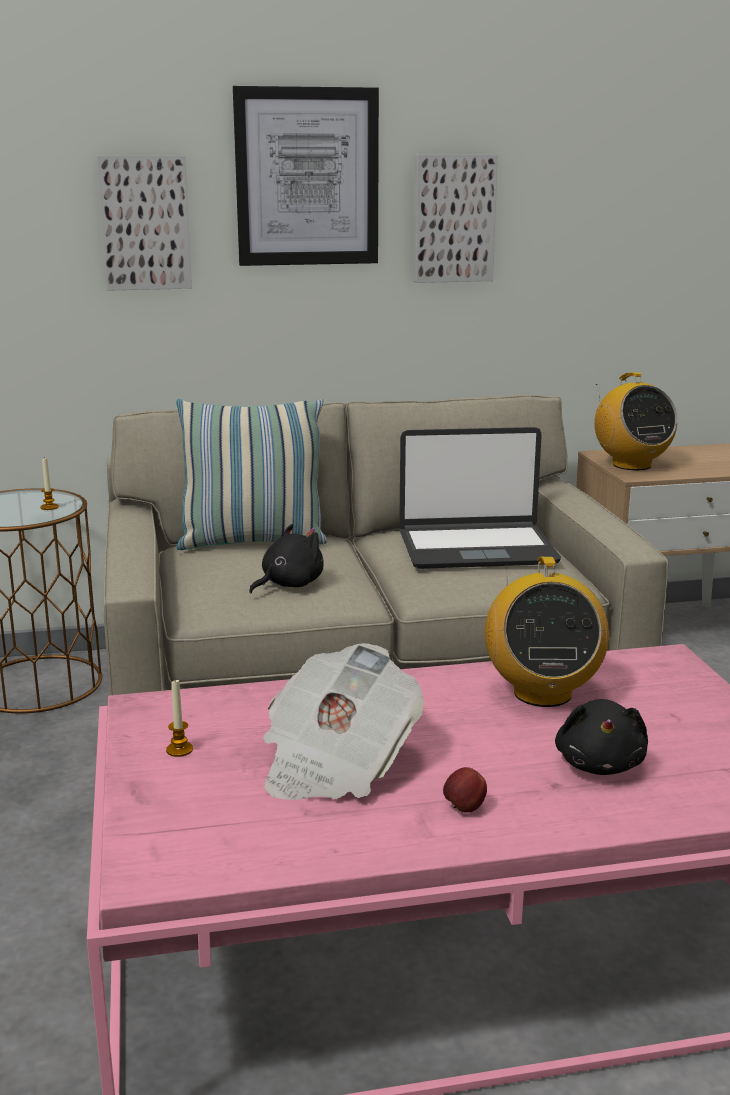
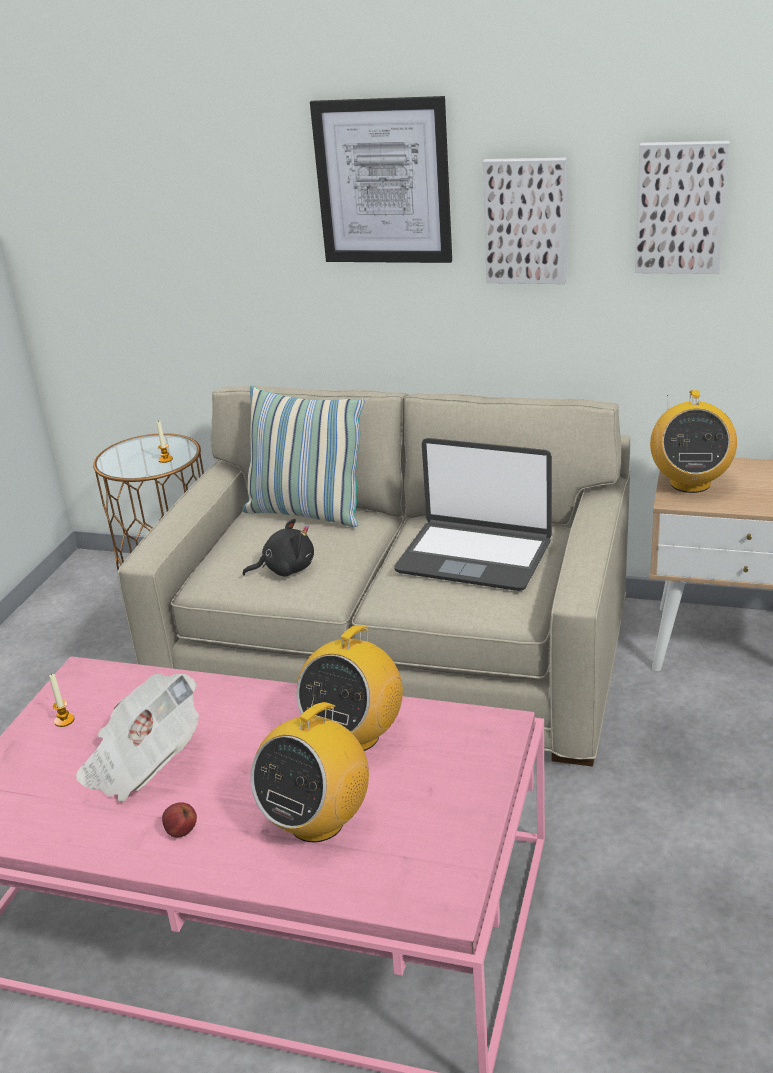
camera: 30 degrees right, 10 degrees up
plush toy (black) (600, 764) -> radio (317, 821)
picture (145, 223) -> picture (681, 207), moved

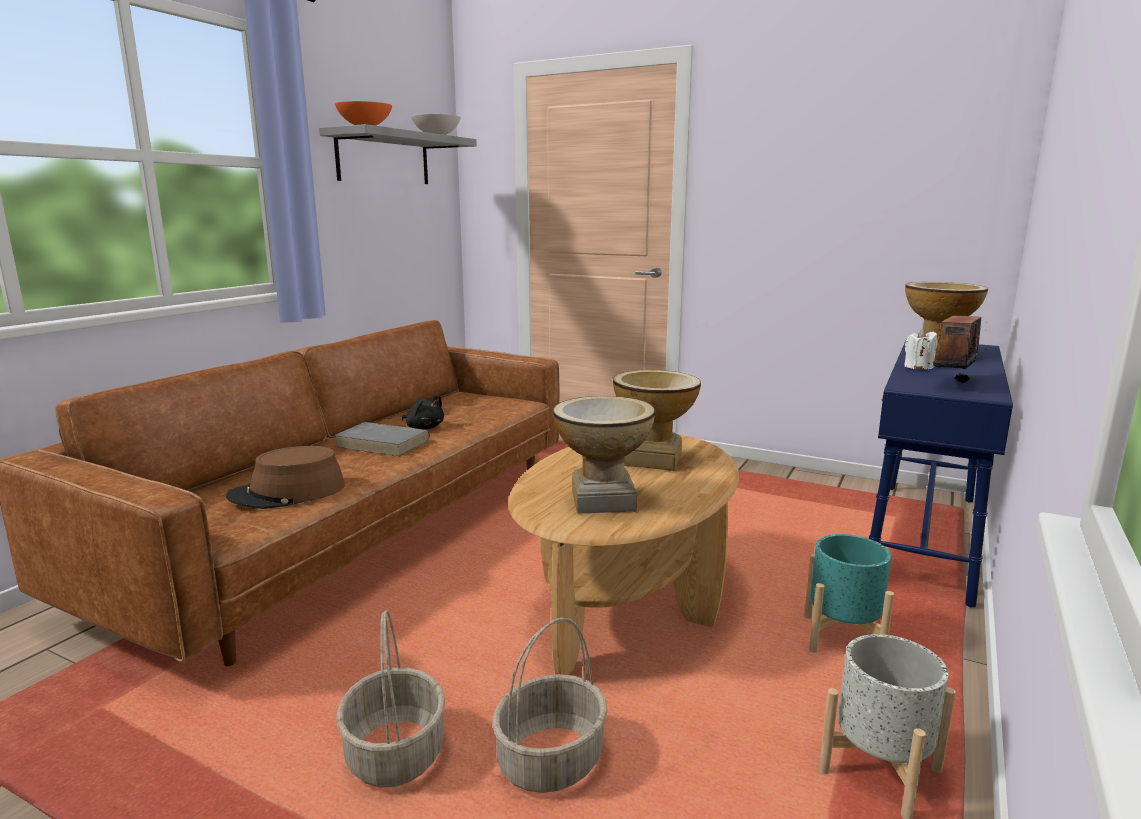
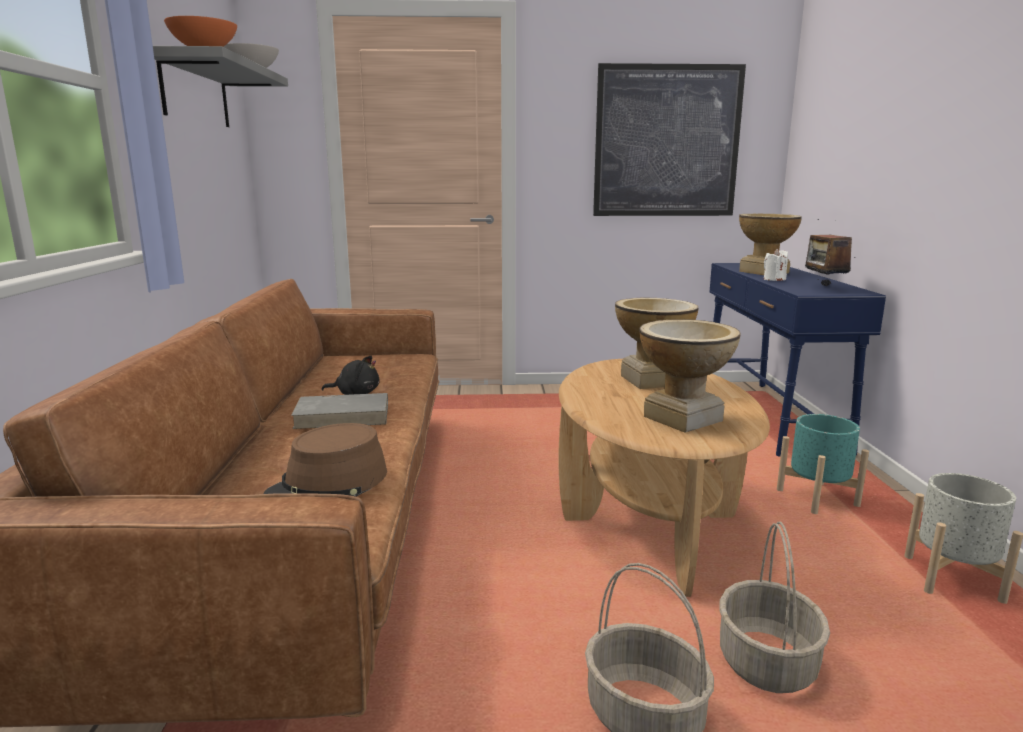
camera: 30 degrees left, 0 degrees up
none -> picture (666, 142)

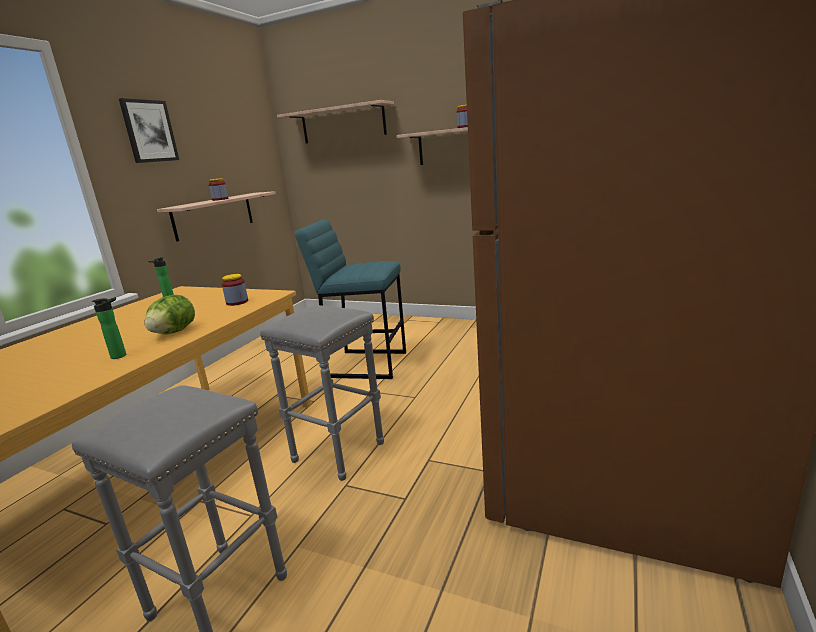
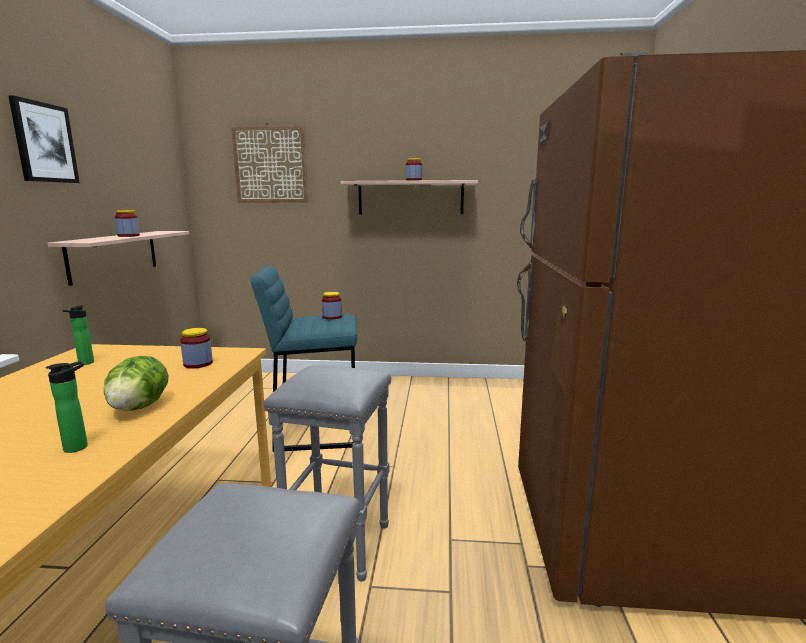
camera: 20 degrees left, 5 degrees down
shelf (343, 124) -> picture (270, 163)
none -> jar (332, 317)

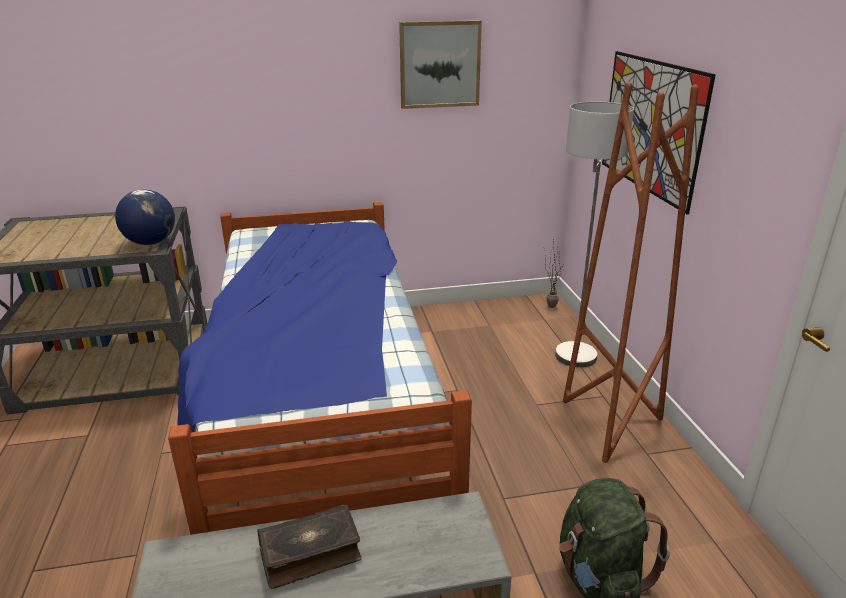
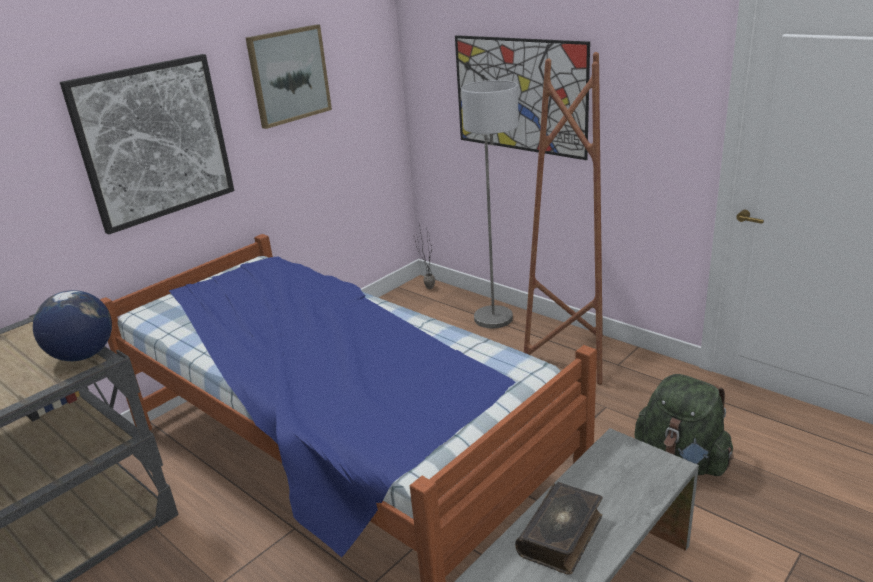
camera: 35 degrees left, 0 degrees up
none -> picture (154, 141)

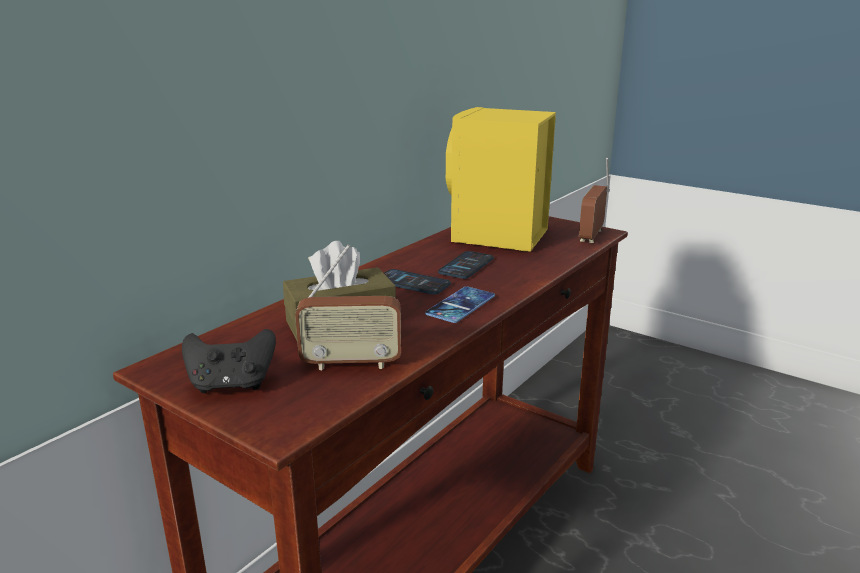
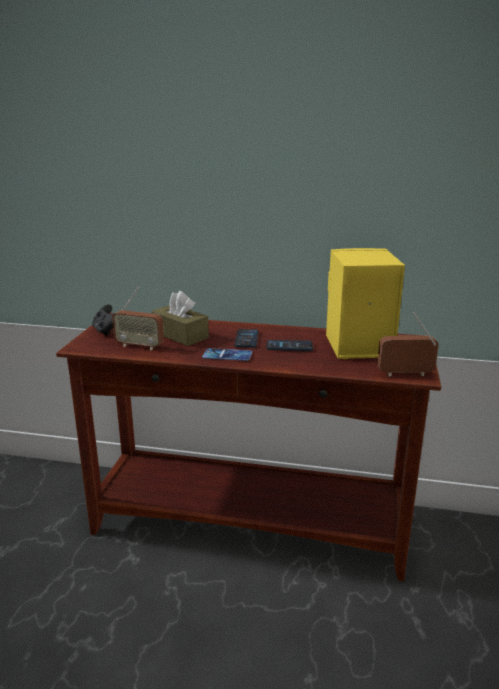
camera: 65 degrees right, 0 degrees up
radio (351, 363) -> radio (139, 346), 45 degrees counterclockwise

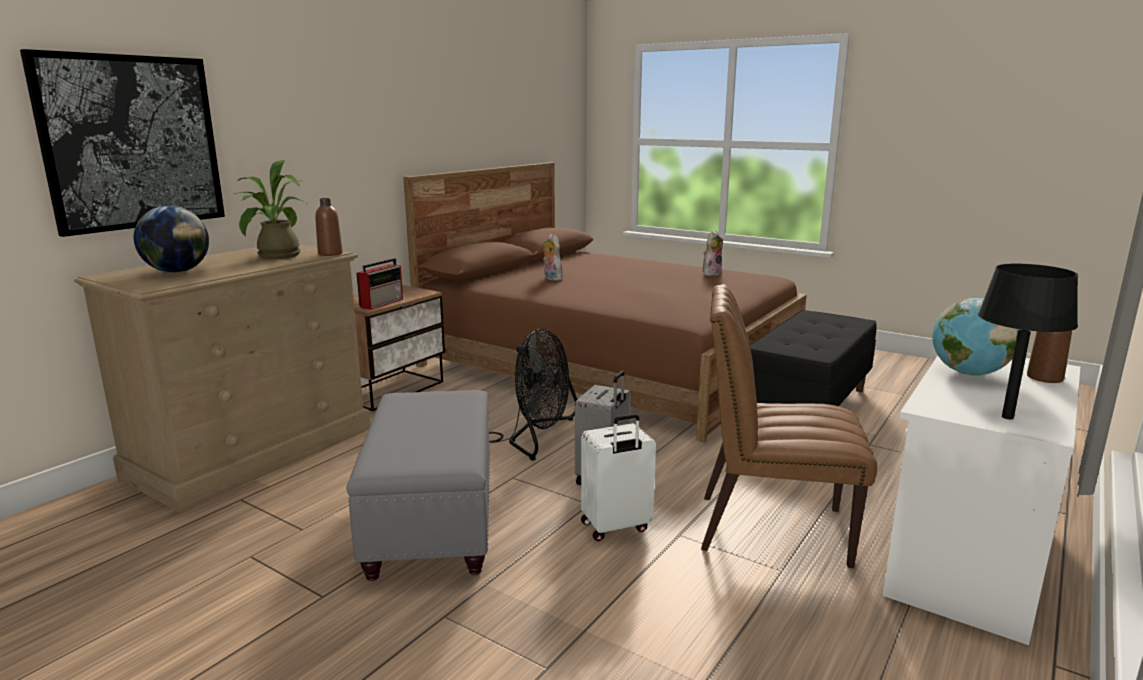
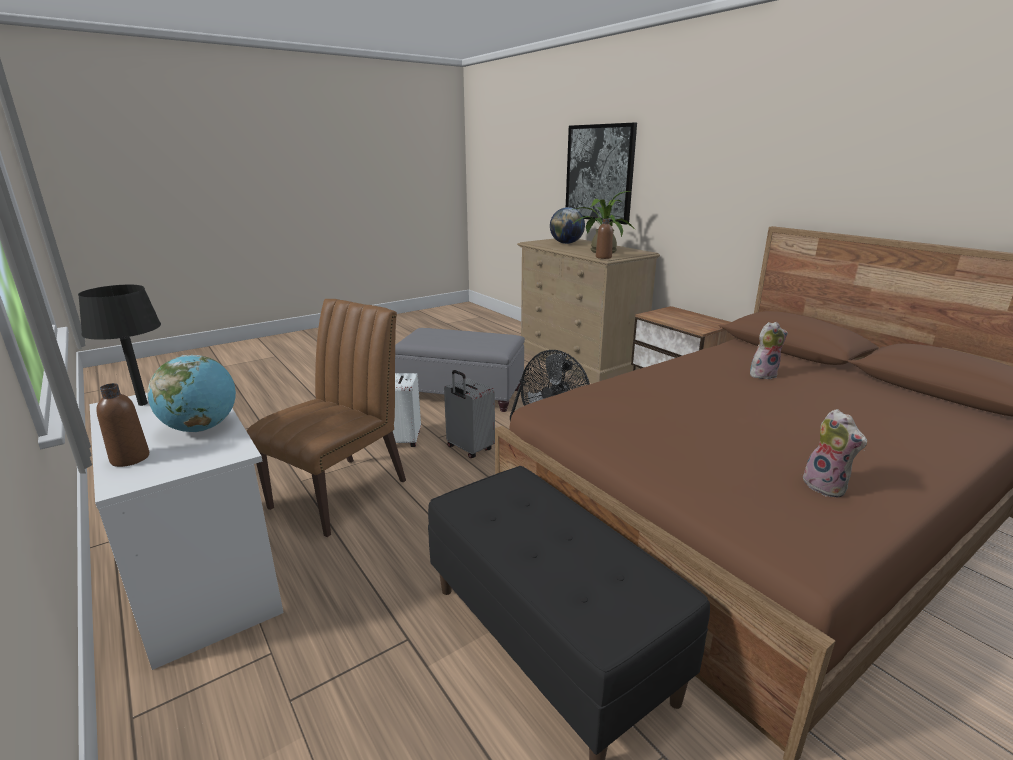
camera: 110 degrees right, 5 degrees up
radio (382, 303) -> none

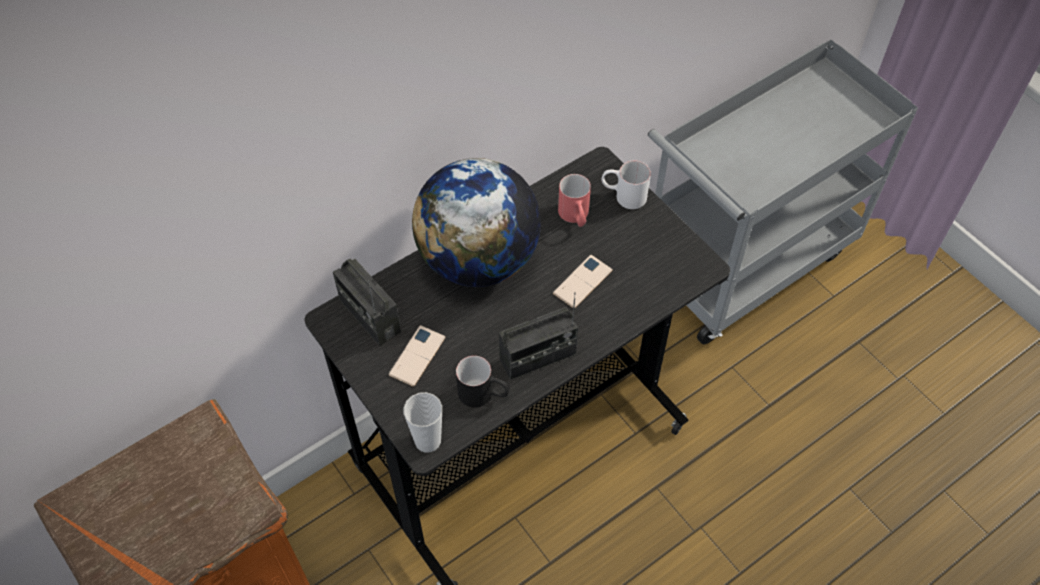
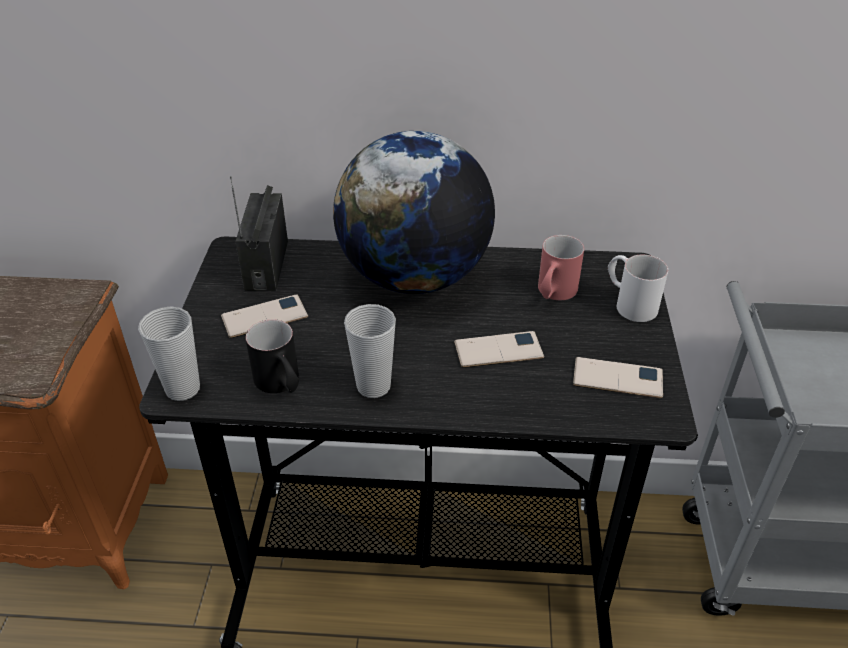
camera: 40 degrees right, 15 degrees down
radio (538, 357) -> cup (373, 386)
none -> phone (617, 378)

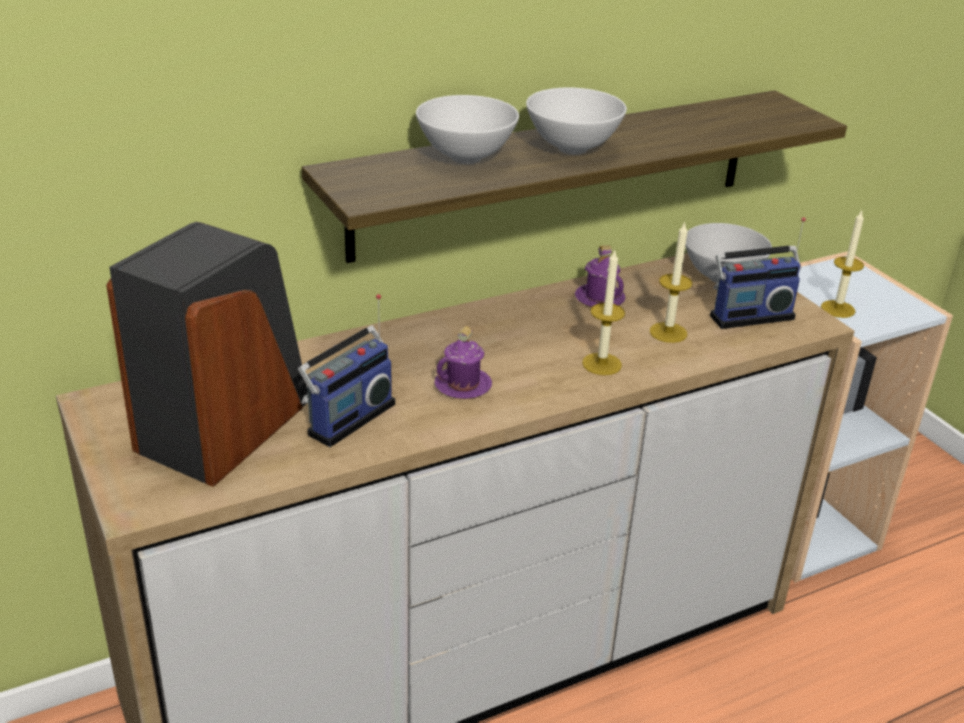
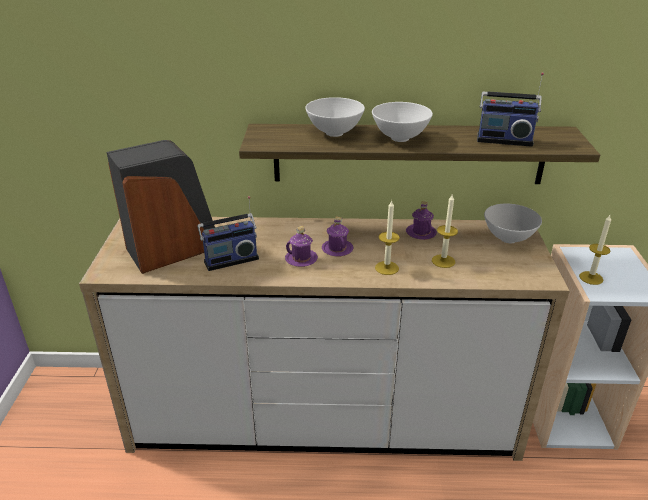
camera: 30 degrees right, 0 degrees up
none -> mug (purple) (337, 249)
radio (749, 315) -> radio (504, 139), moved

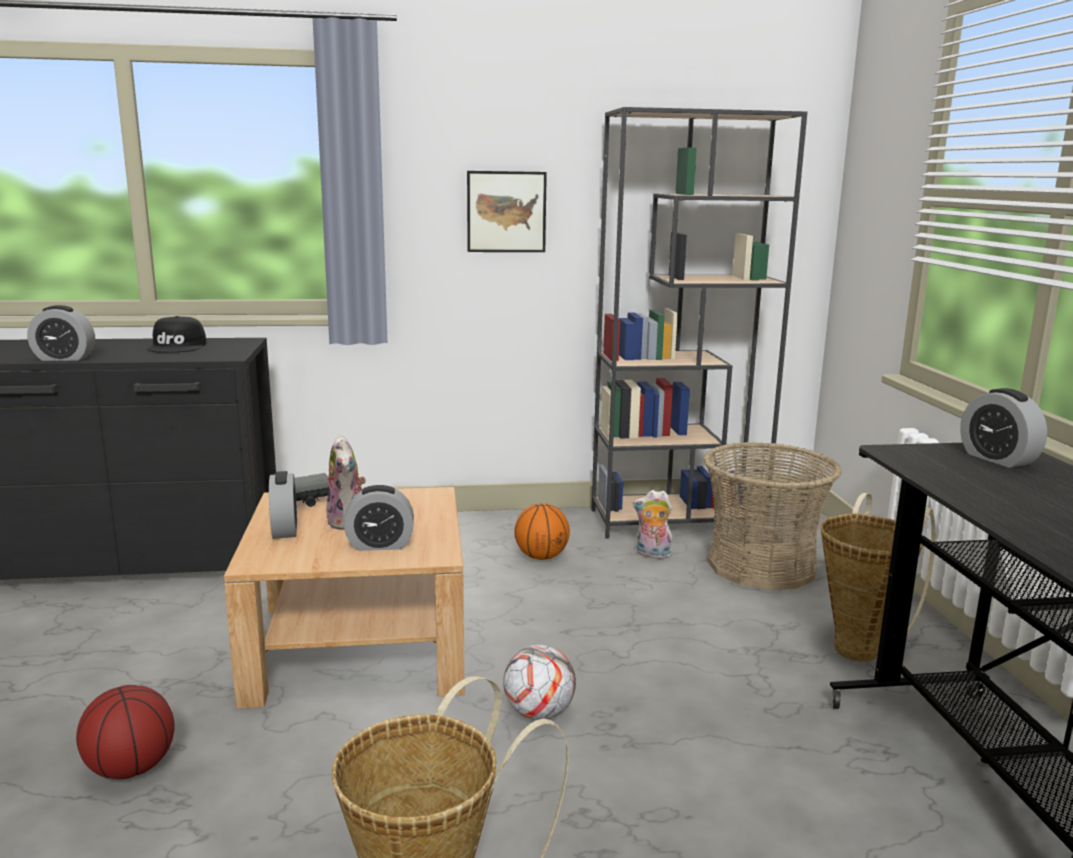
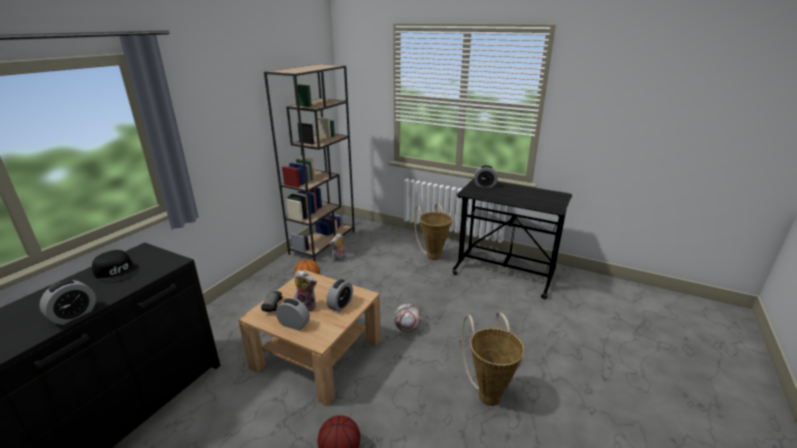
camera: 55 degrees left, 10 degrees up
picture (506, 212) -> none
basket (762, 566) -> none

